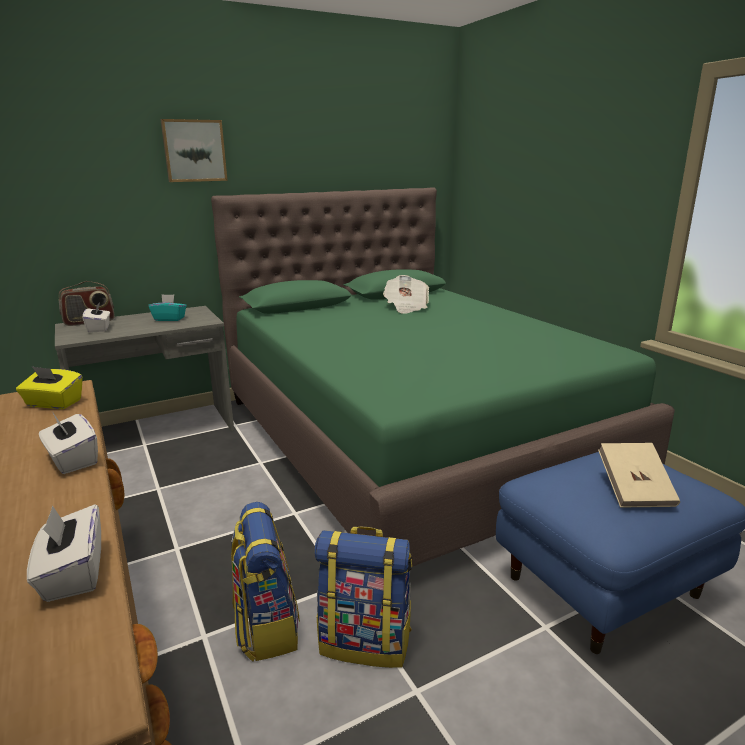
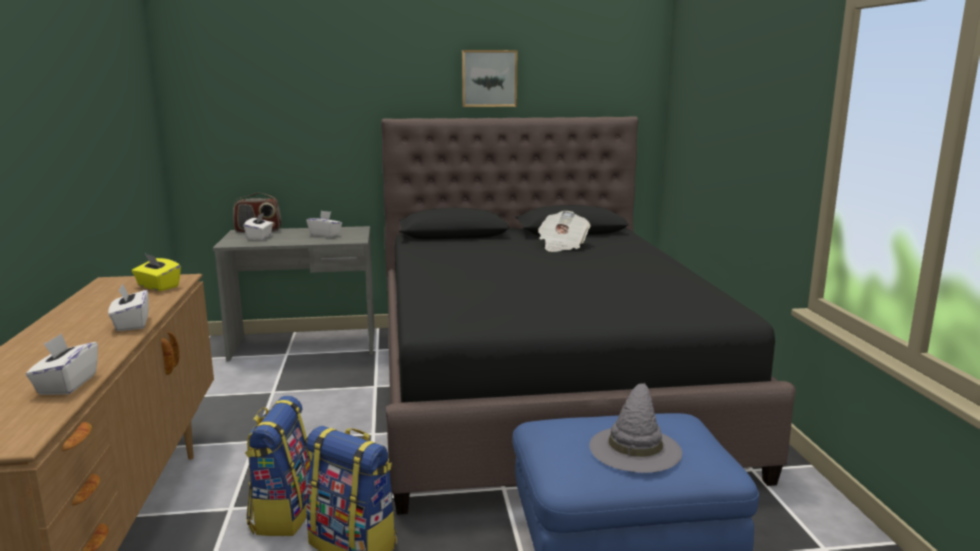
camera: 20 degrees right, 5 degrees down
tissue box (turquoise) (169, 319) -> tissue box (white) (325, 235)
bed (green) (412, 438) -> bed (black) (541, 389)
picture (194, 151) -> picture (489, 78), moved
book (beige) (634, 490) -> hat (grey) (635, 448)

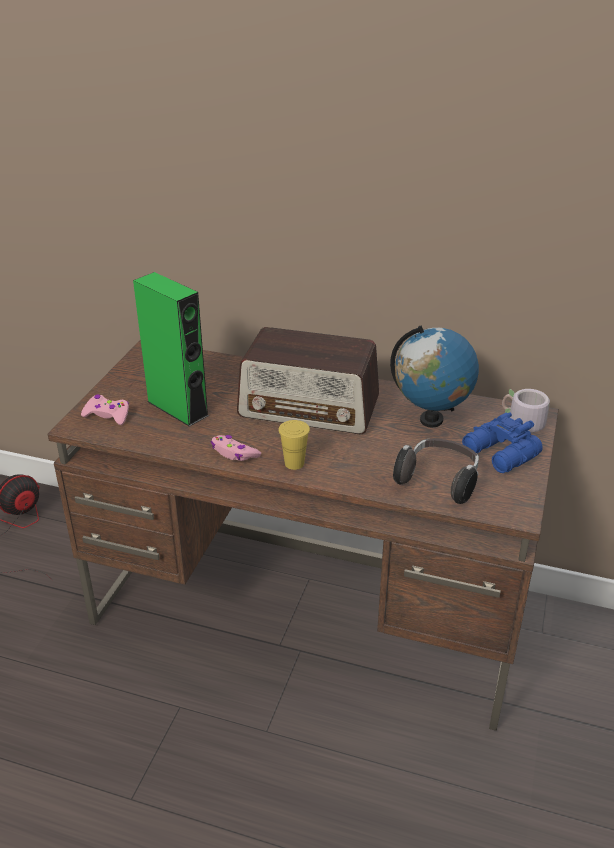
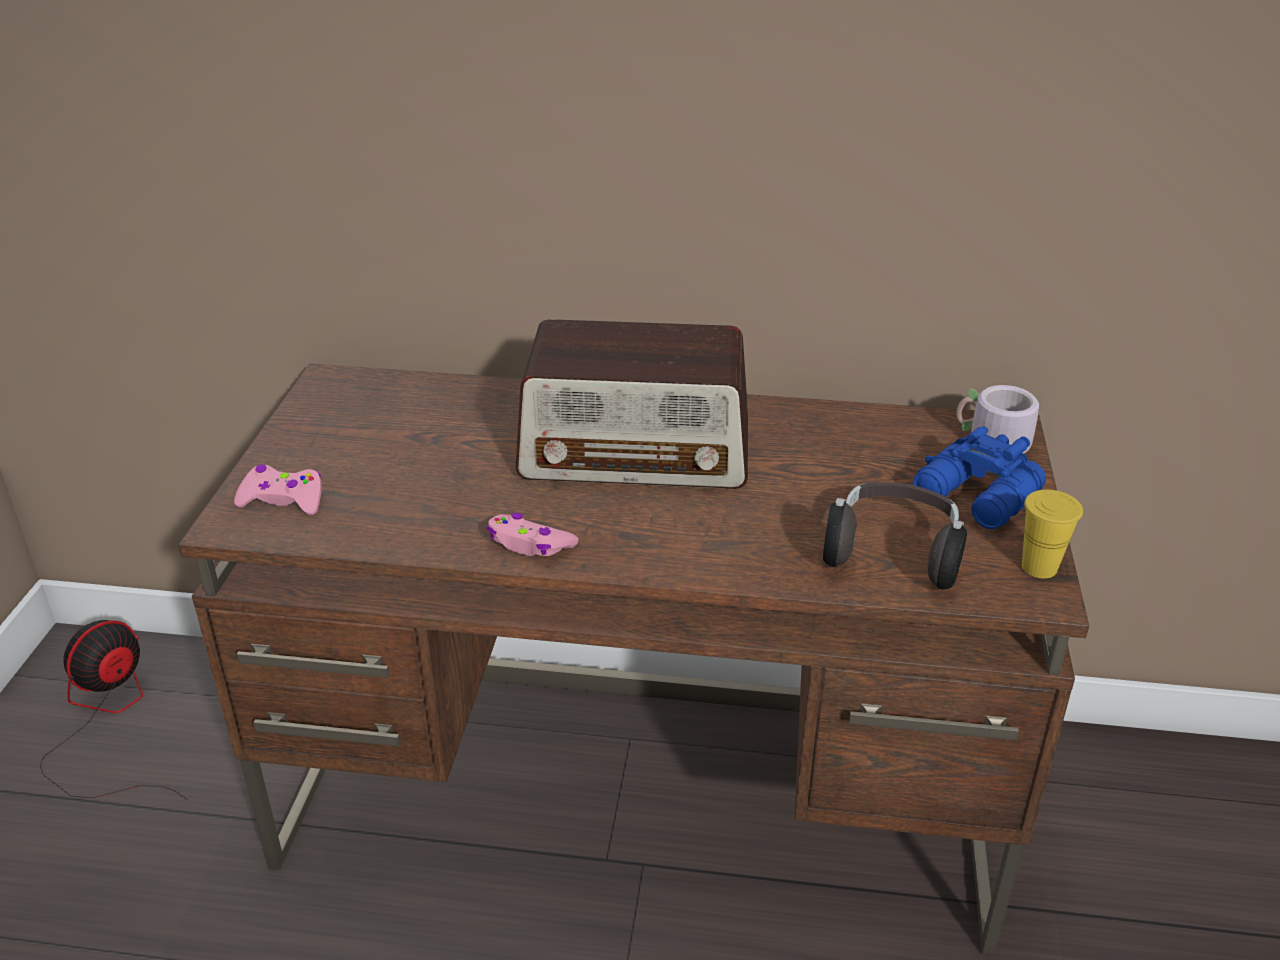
camera: 10 degrees left, 0 degrees up
cup (yellow) (294, 463) -> cup (yellow) (1039, 567), moved
speaker (green) (177, 408) -> none
globe (431, 420) -> none

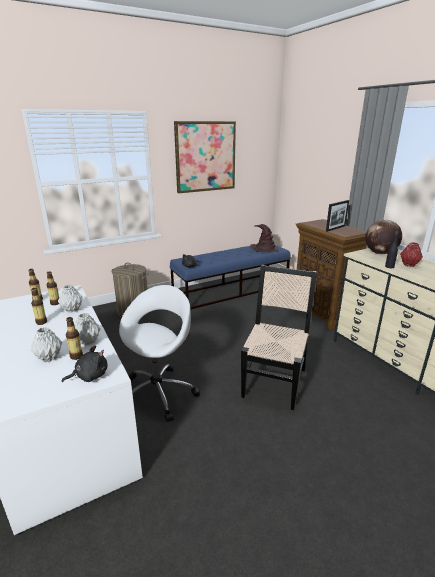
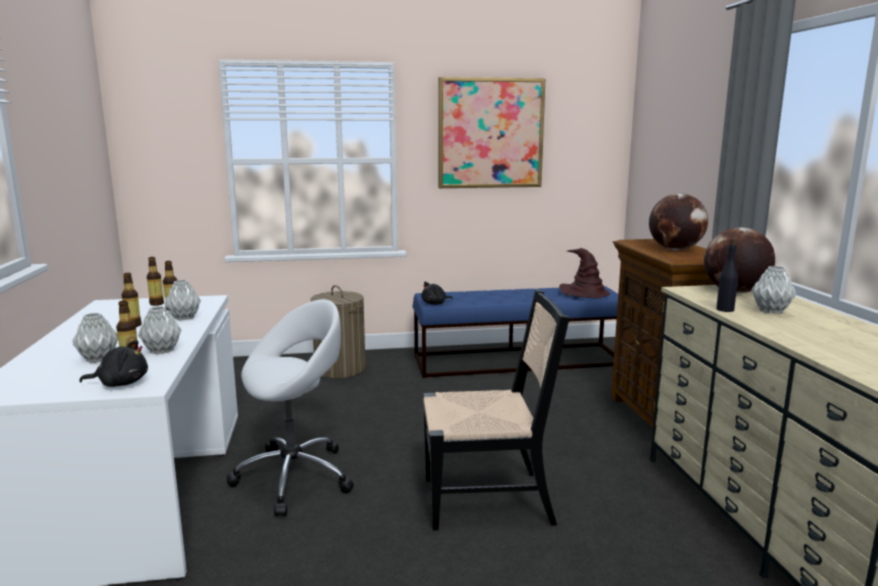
camera: 20 degrees right, 10 degrees down
chair (274, 382) -> chair (487, 500), 45 degrees clockwise
picture frame (335, 228) -> globe (675, 249)
vase (red) (408, 265) -> vase (grey) (770, 311)

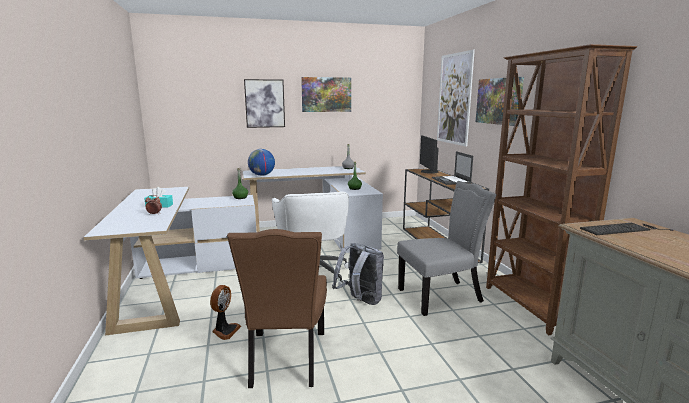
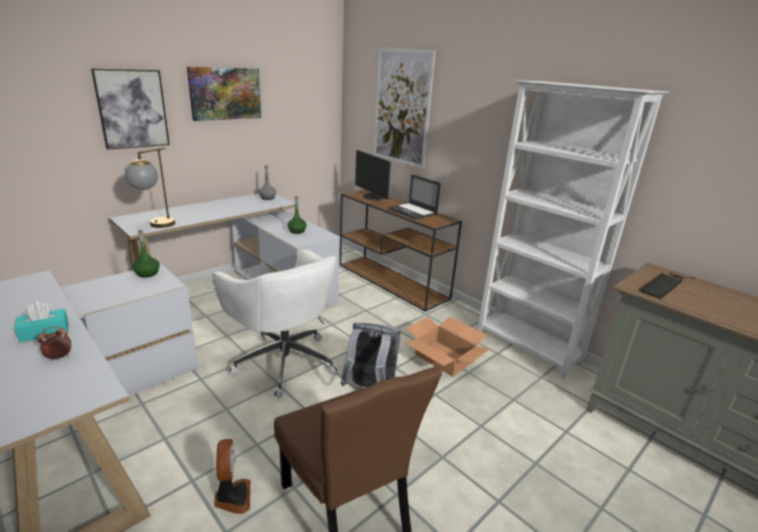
camera: 30 degrees left, 10 degrees up
globe (262, 175) -> table lamp (155, 226)
chair (grey) (439, 297) -> cardboard box (444, 358)
bookcase (brown) (530, 307) -> bookcase (white) (528, 348)
picture (499, 101) -> none

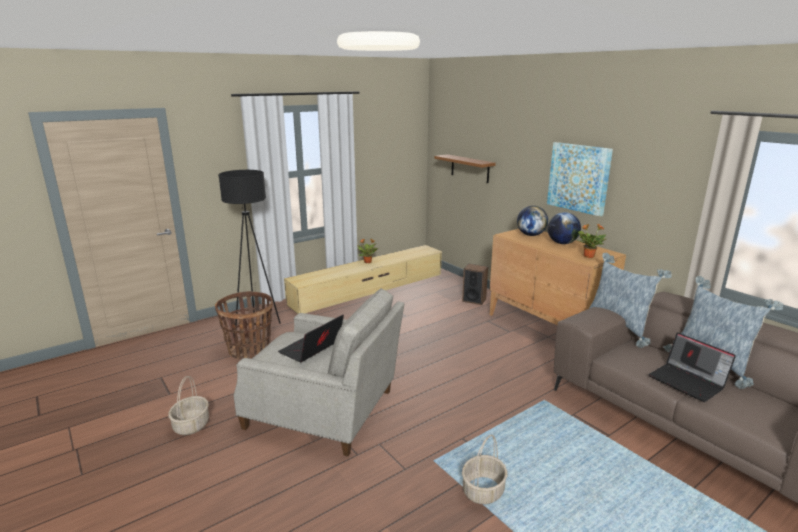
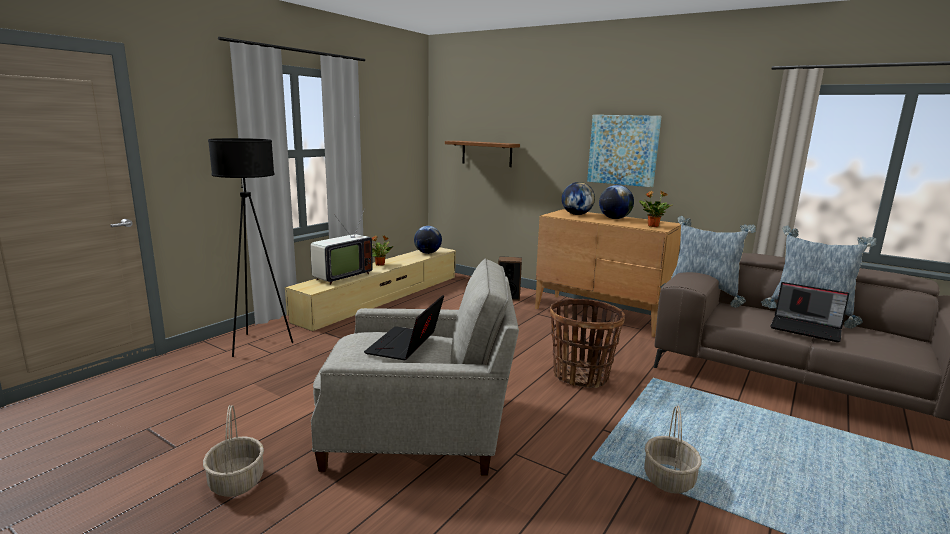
camera: 20 degrees left, 5 degrees down
none -> television (340, 276)
none -> globe (428, 253)
basket (250, 350) -> basket (581, 376), moved

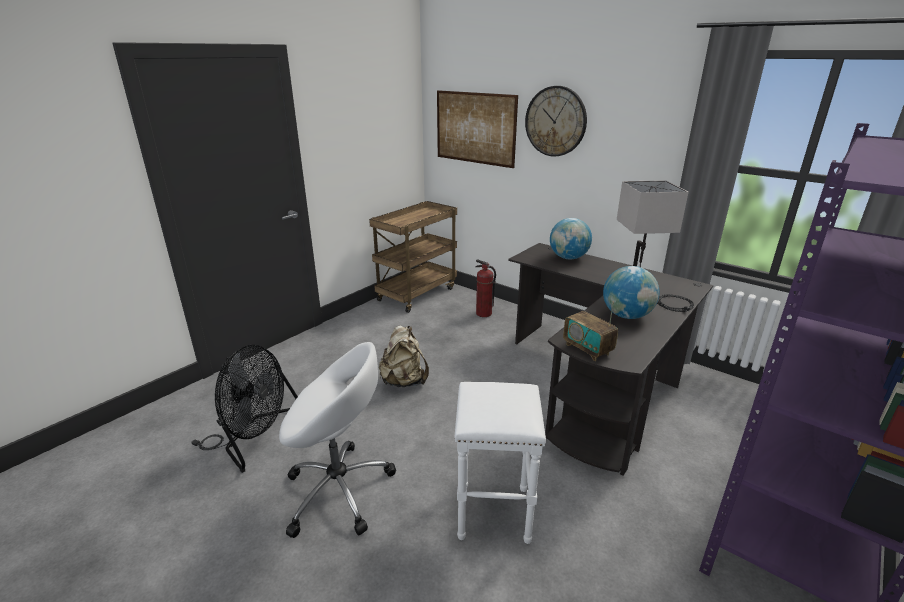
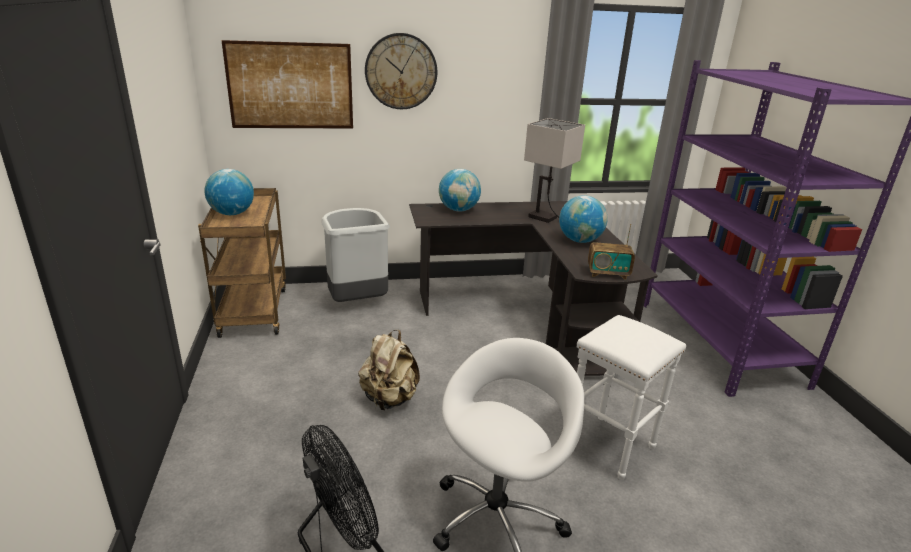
camera: 50 degrees left, 0 degrees up
none -> globe (232, 213)
fire extinguisher (483, 314) -> trash can (grey) (356, 301)

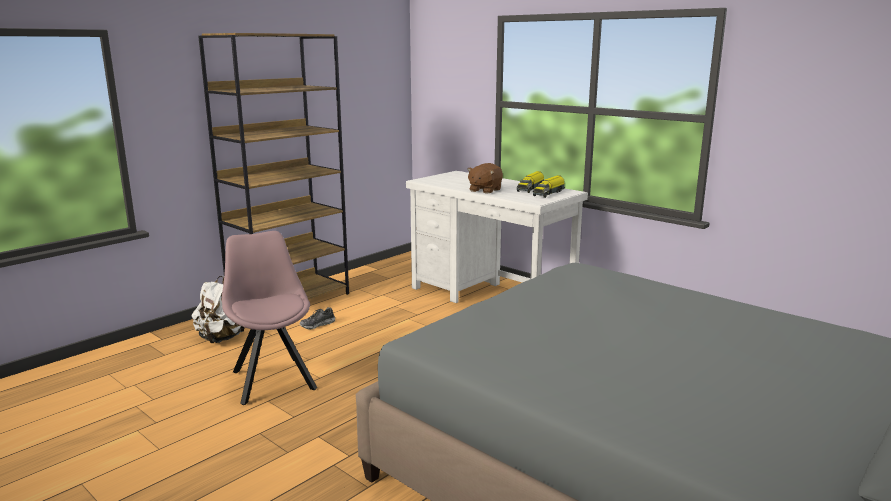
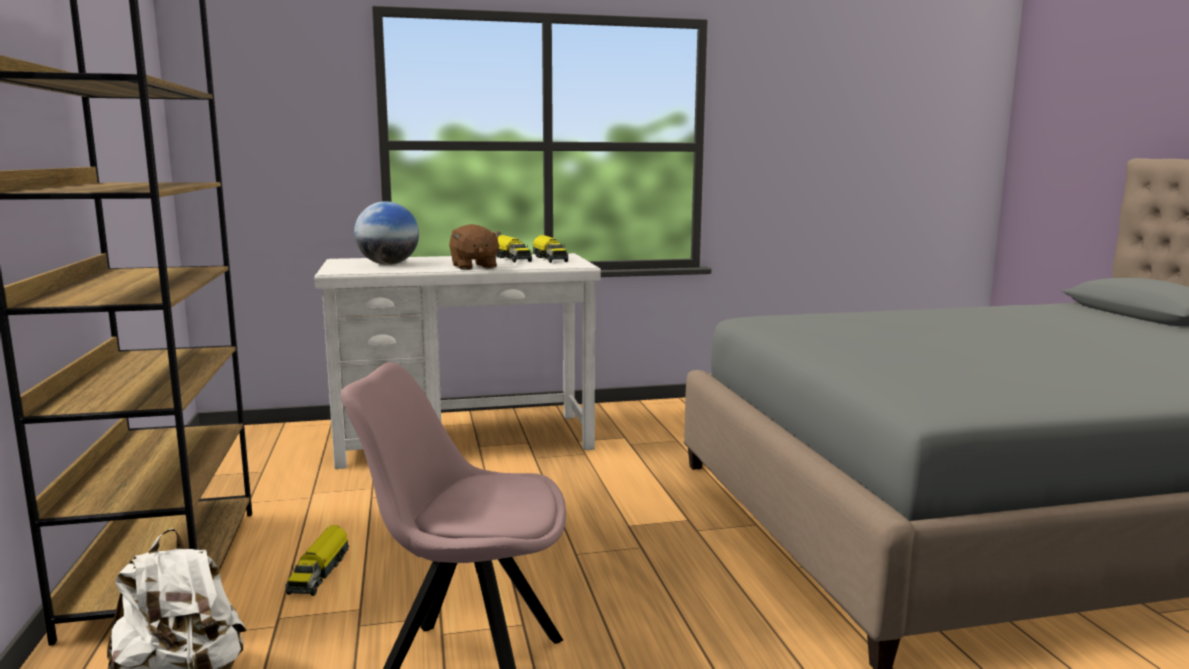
camera: 55 degrees left, 5 degrees down
shoe (317, 325) -> toy truck (319, 572)
none -> globe (388, 264)

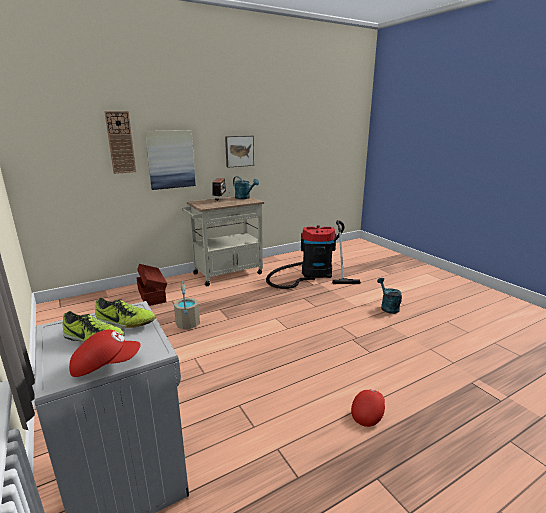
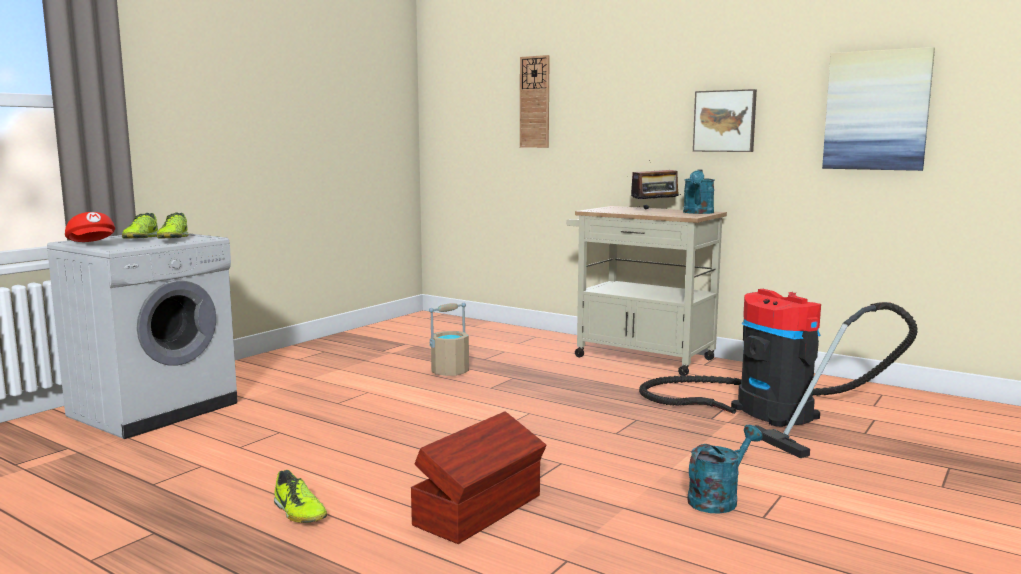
camera: 65 degrees right, 10 degrees down
cap (red) (367, 412) -> shoe (299, 513)
storage box (brown) (152, 295) -> storage box (brown) (481, 510), moved
picture (171, 159) -> picture (876, 110), moved

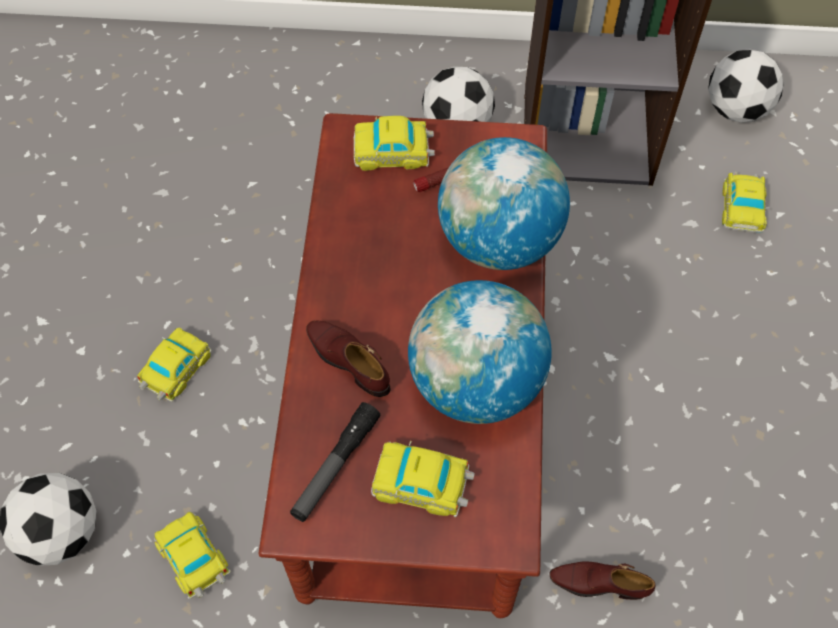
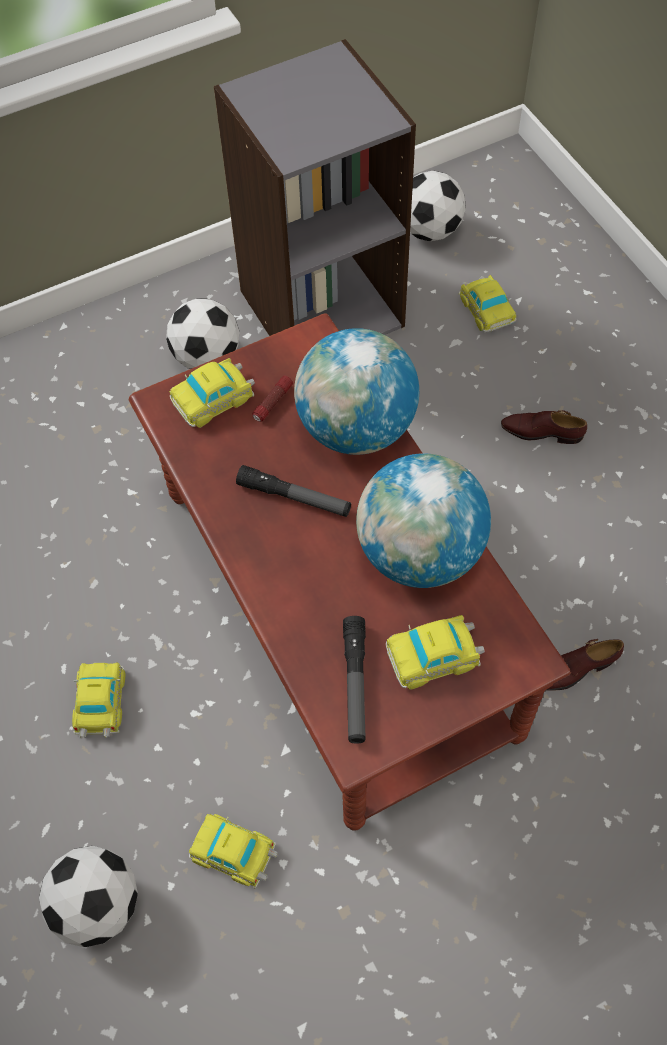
camera: 30 degrees left, 0 degrees up
none -> flashlight (294, 497)
shoe (brown) (348, 361) -> shoe (brown) (541, 432), moved

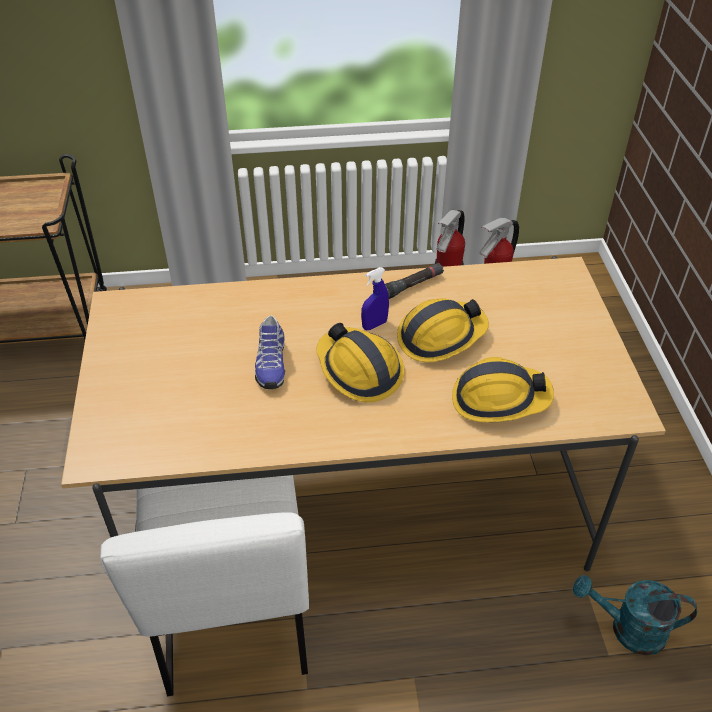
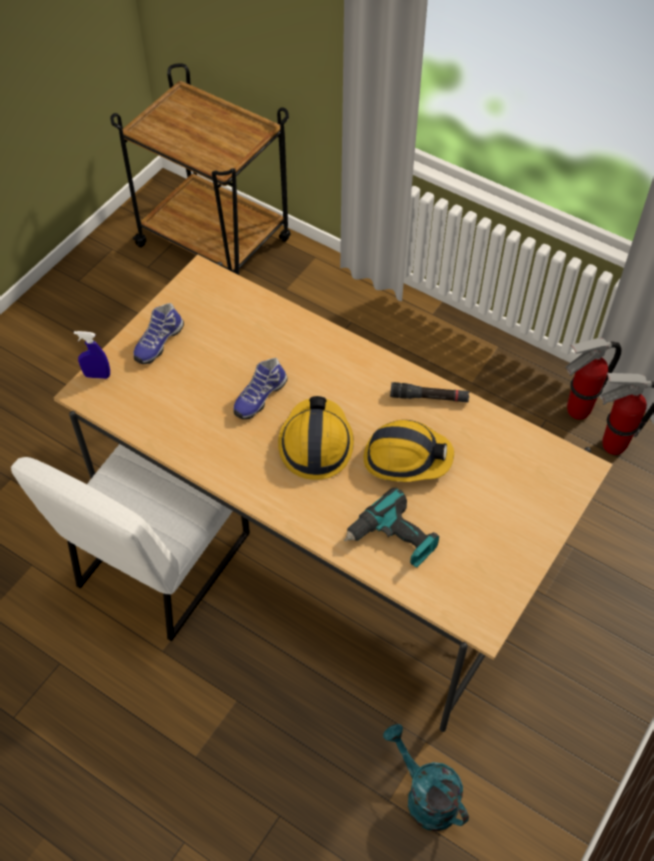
camera: 40 degrees right, 10 degrees up
spray bottle (blue) (374, 325) -> spray bottle (blue) (97, 375), moved
none -> shoe (158, 342)
hard hat (499, 399) -> power drill (393, 539)

